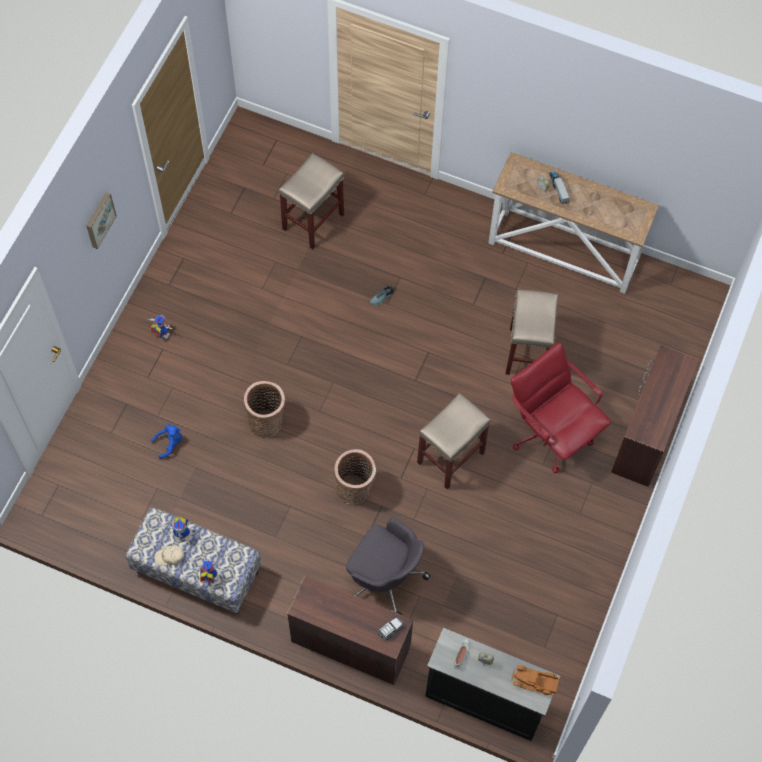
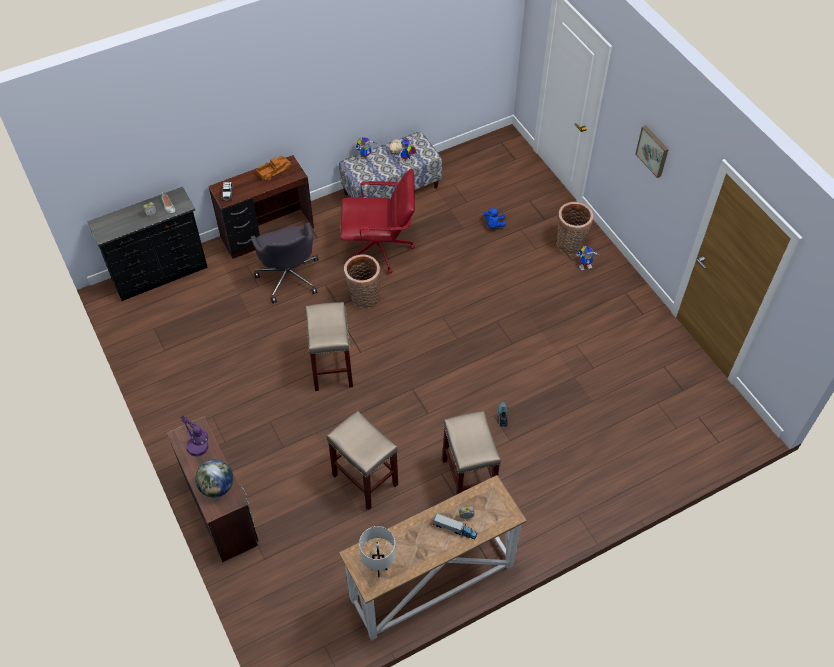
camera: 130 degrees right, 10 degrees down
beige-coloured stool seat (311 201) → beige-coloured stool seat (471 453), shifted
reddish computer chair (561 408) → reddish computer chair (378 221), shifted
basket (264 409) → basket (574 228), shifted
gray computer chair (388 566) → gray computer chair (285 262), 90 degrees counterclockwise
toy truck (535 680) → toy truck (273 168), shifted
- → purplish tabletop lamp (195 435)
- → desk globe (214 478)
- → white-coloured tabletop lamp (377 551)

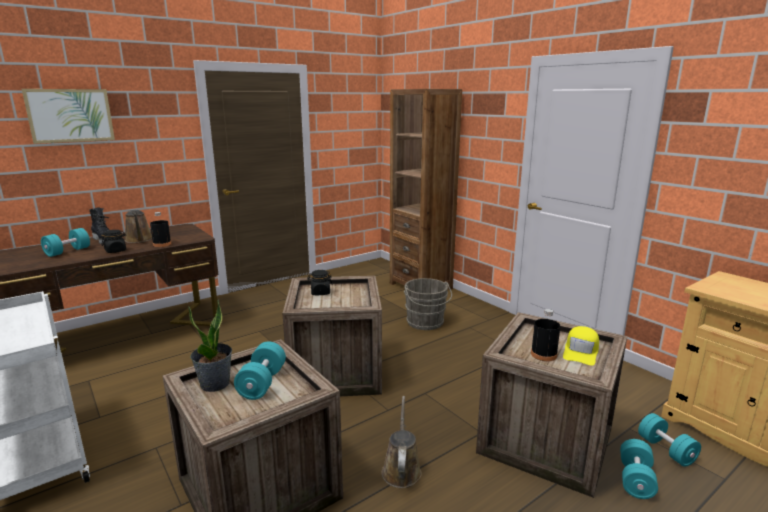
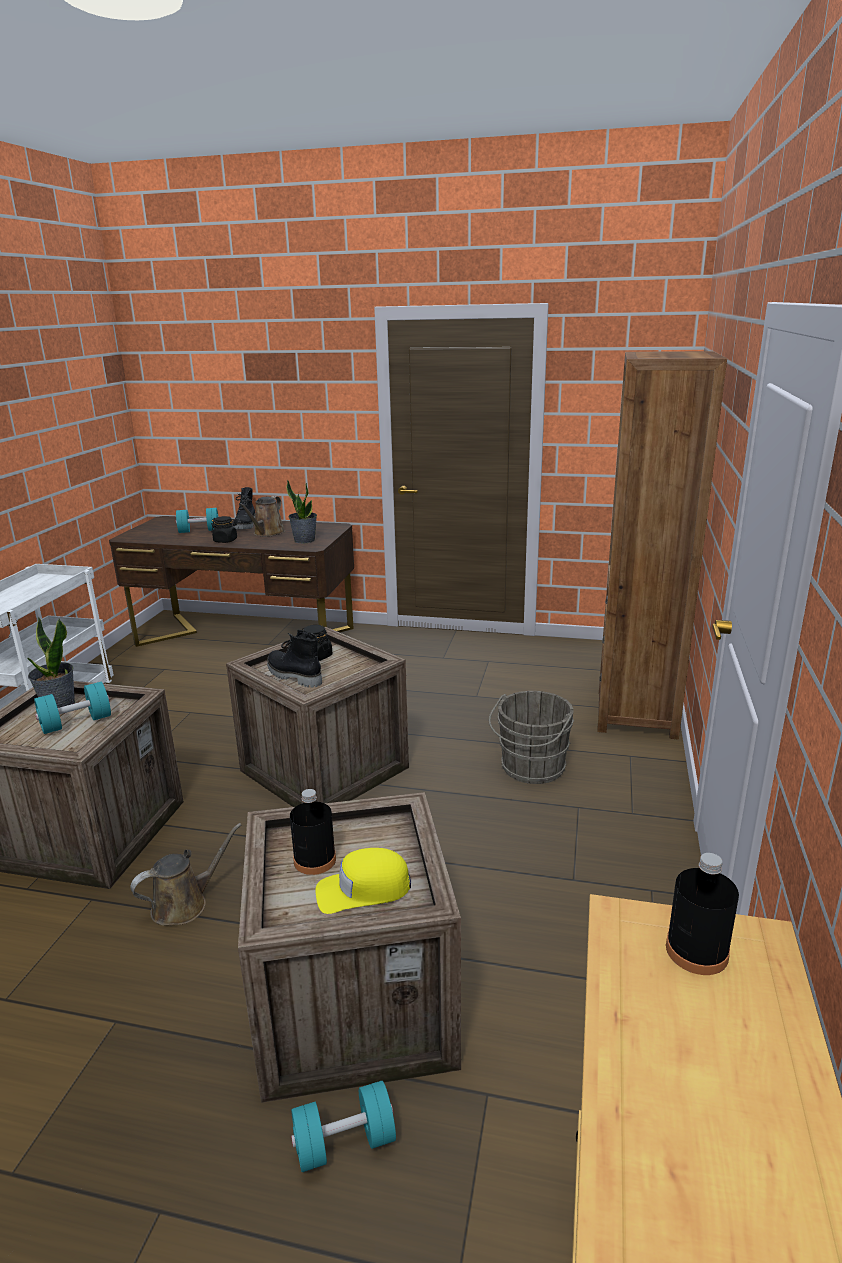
camera: 50 degrees right, 5 degrees up
picture (68 116) → -
black drink bottle (161 229) → black drink bottle (702 914), shifted
turquoise hand weight (669 440) → -
- → plant in a pot (301 511)
- → black boot (294 659)

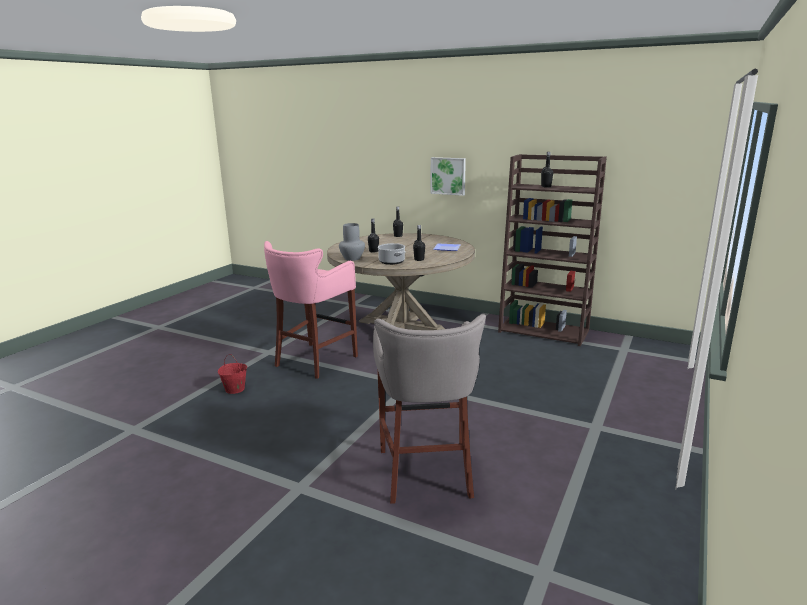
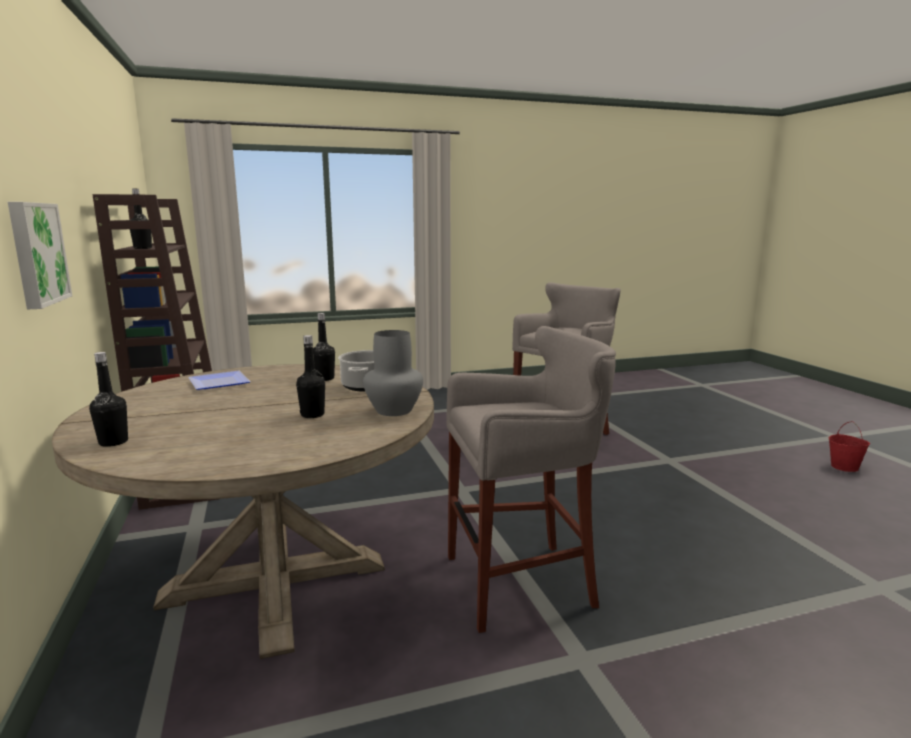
camera: 135 degrees left, 5 degrees down
pink stool seat (311 310) → gray stool seat (531 479)
reddish bucket (232 374) → reddish bucket (849 446), shifted

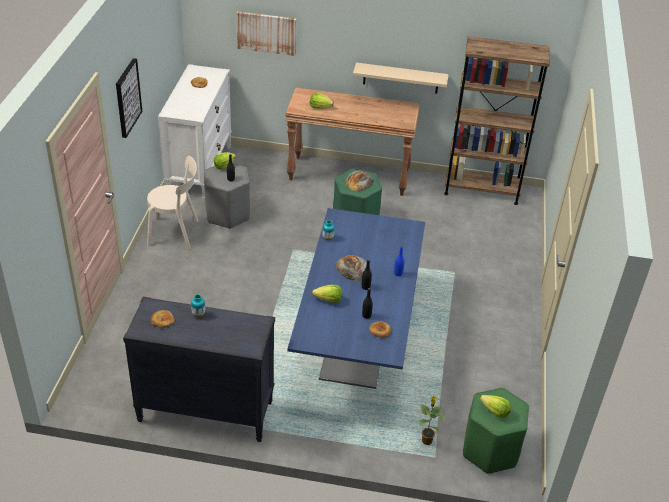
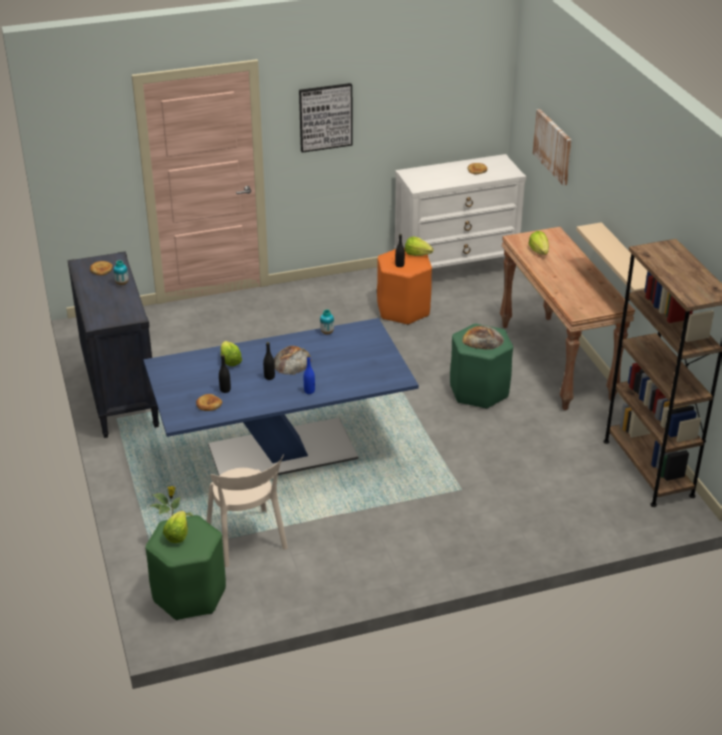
camera: 65 degrees right, 5 degrees down
beige-coloured upright chair (172 202) → beige-coloured upright chair (247 510), shifted
gray stool seat (227 196) → orangey stool seat (404 286)

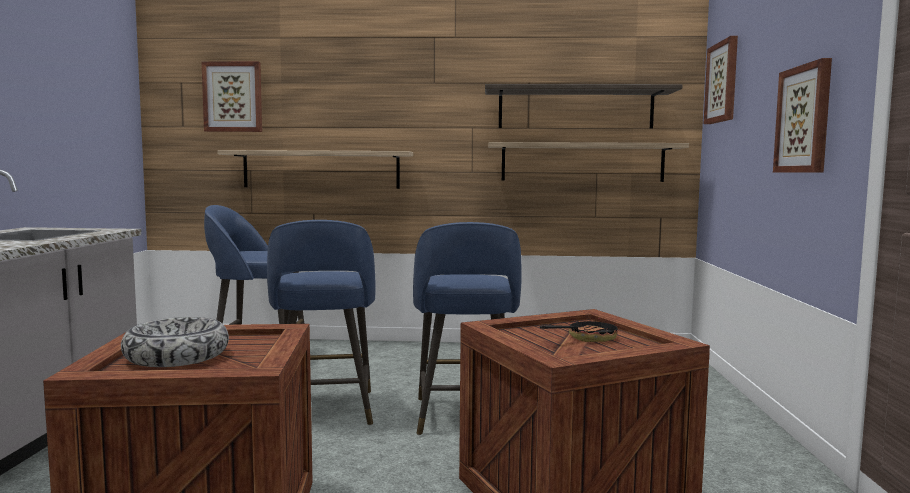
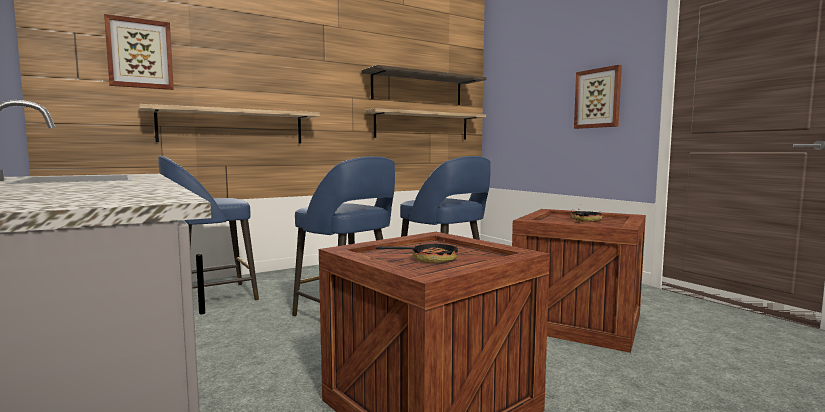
camera: 35 degrees left, 0 degrees up
picture (720 80) → -
serving bowl (175 342) → skillet (417 251)

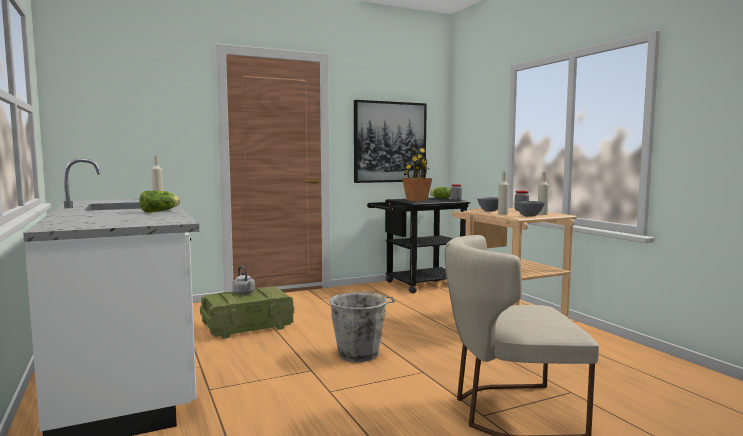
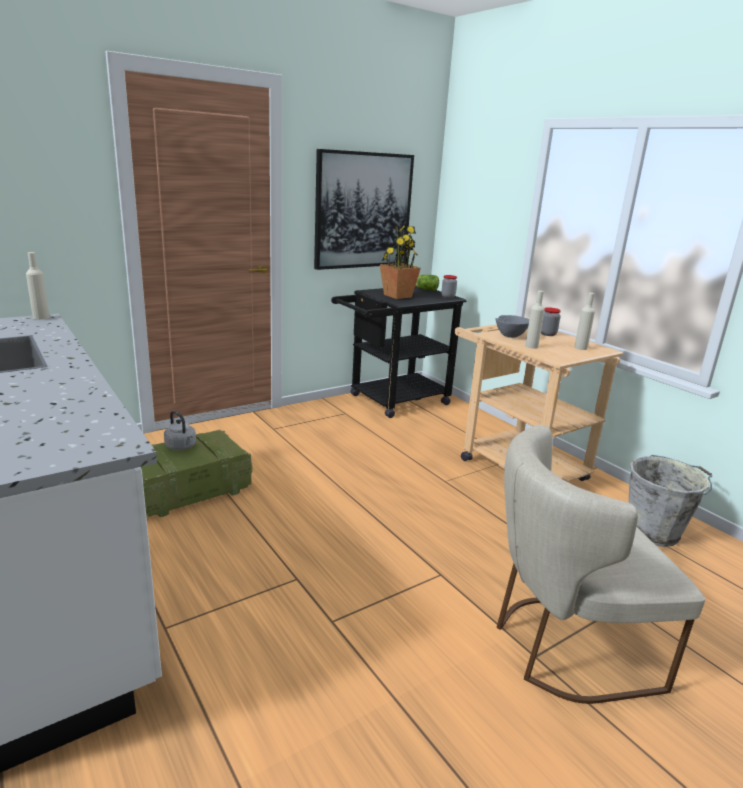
camera: 10 degrees left, 15 degrees up
lettuce head (159 201) → -
gray serving bowl (530 209) → -
gray bucket (362 327) → gray bucket (670 501), shifted

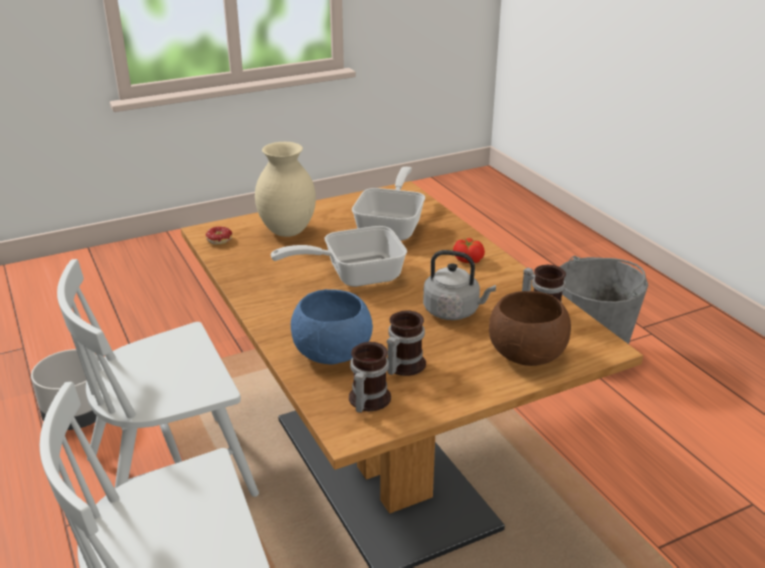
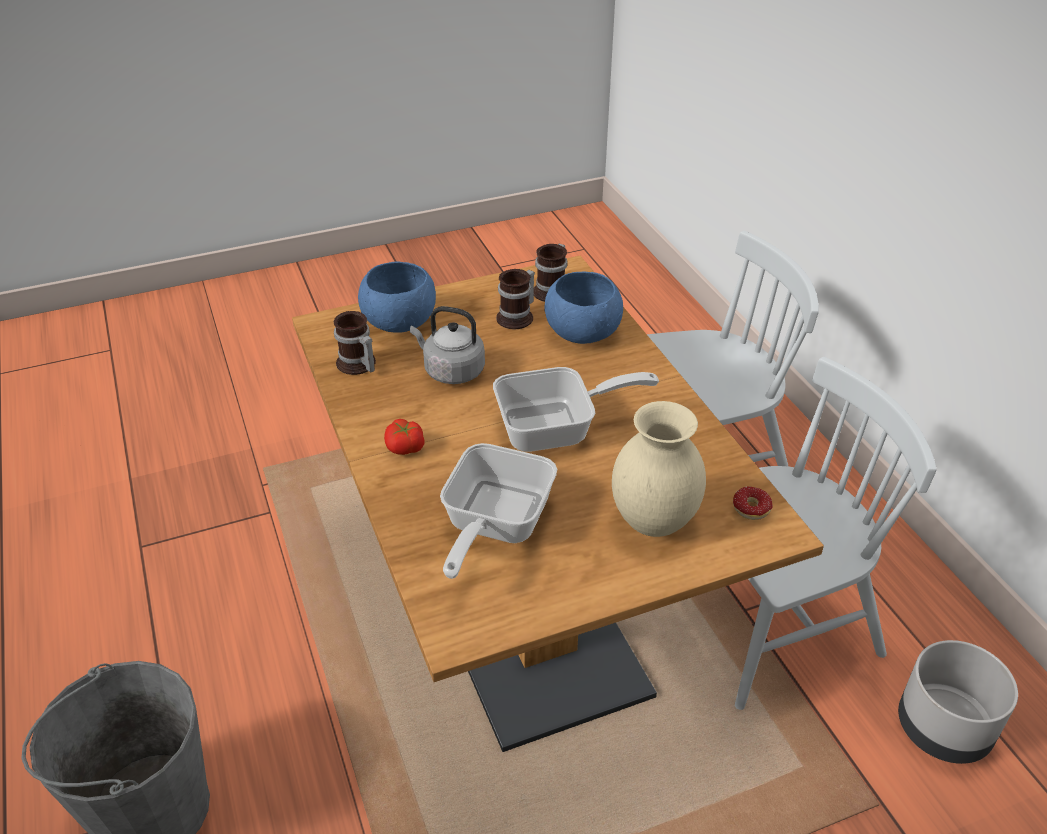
camera: 175 degrees left, 10 degrees up
brown-coloured serving bowl (530 328) → blue serving bowl (397 296)

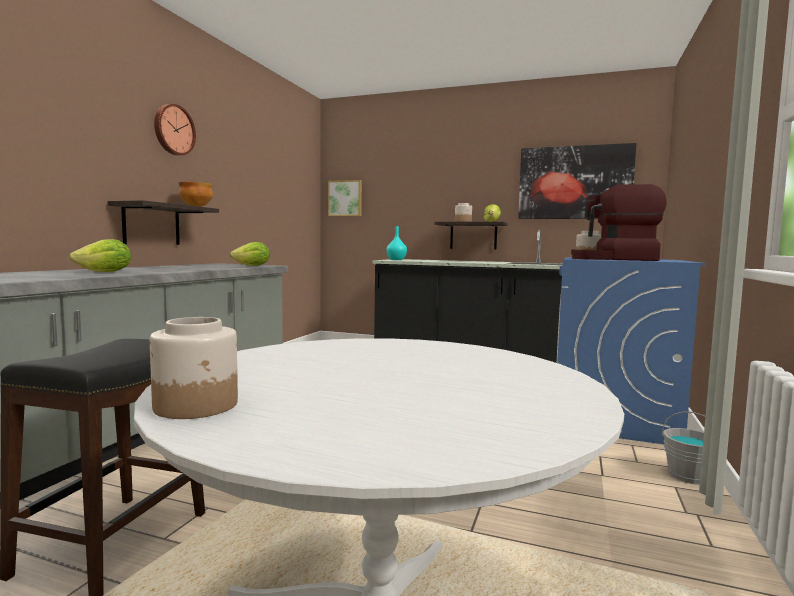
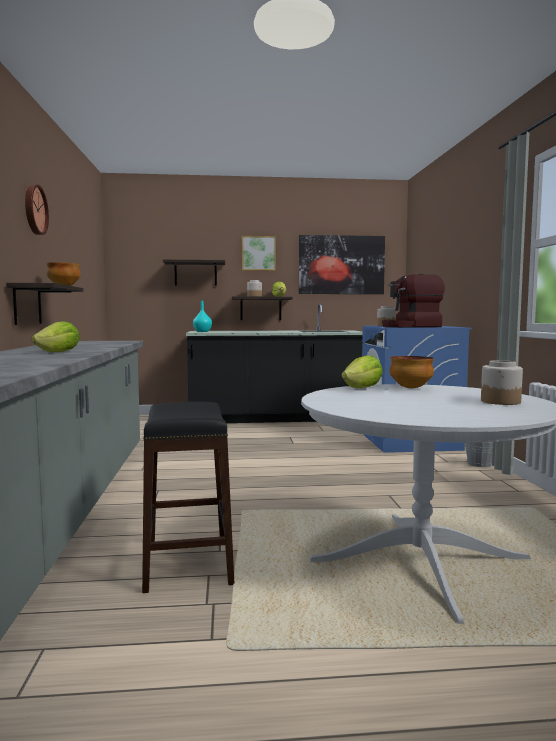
camera: 25 degrees left, 0 degrees up
picture (345 198) → picture (259 253), shifted
lettuce head (250 254) → lettuce head (362 371), shifted
jar (194 368) → jar (502 382), shifted
- → wall shelf (194 273)
- → serving bowl (412 372)

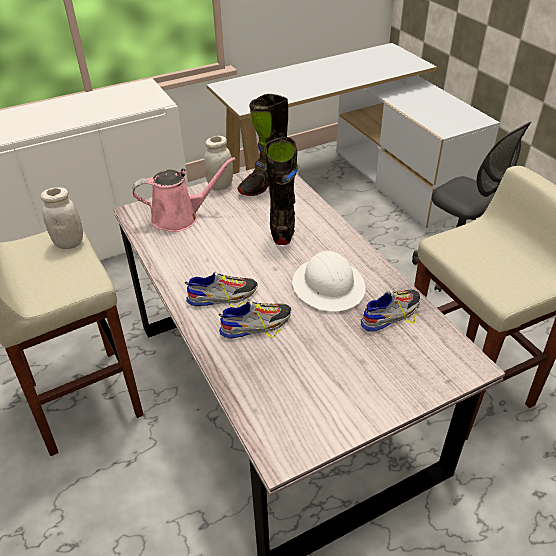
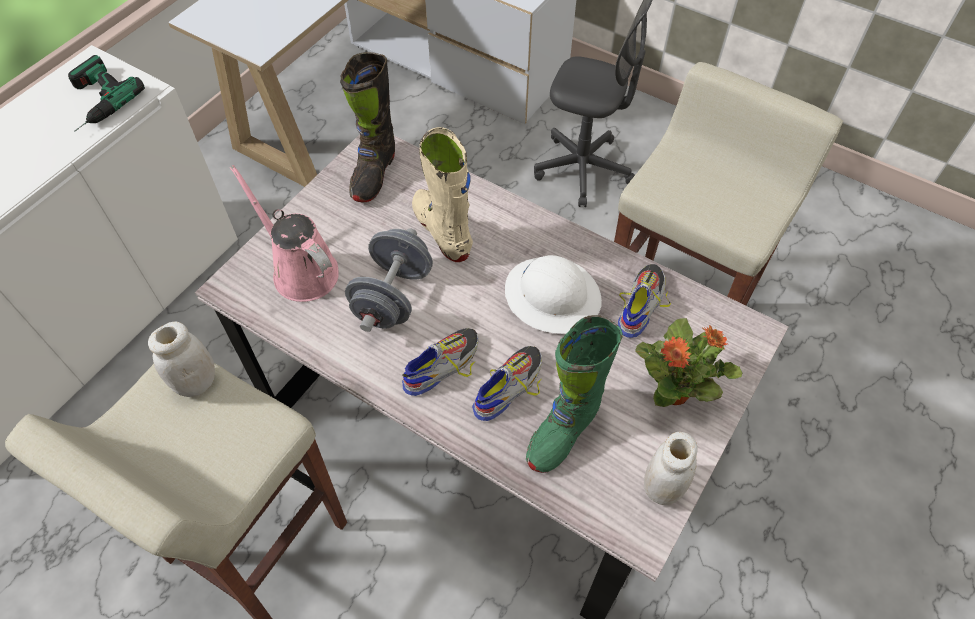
camera: 30 degrees left, 15 degrees up
white-coloured jar (218 163) → white-coloured jar (670 468), shifted
black boot (281 191) → beige-coloured boot (442 194)
pink watering pot (184 194) → pink watering pot (284 233), 90 degrees counterclockwise
- → power drill (106 93)
- → gray hand weight (389 280)
- → green boot (574 394)
- → plant in a pot (688 362)

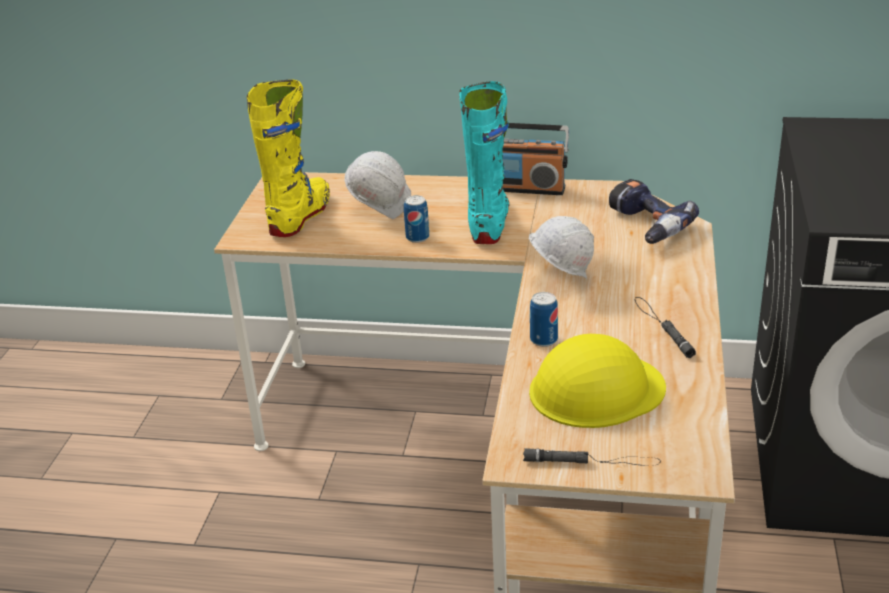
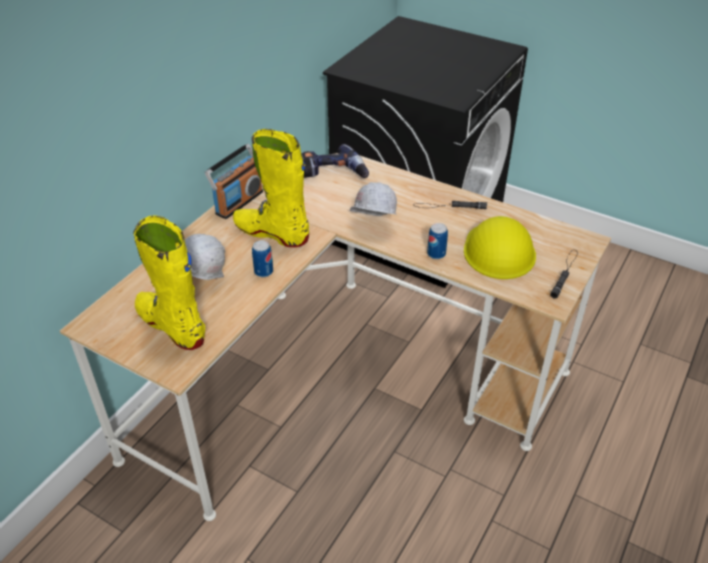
camera: 70 degrees left, 10 degrees up
turquoise boot (484 162) → yellowish boot (271 188)

